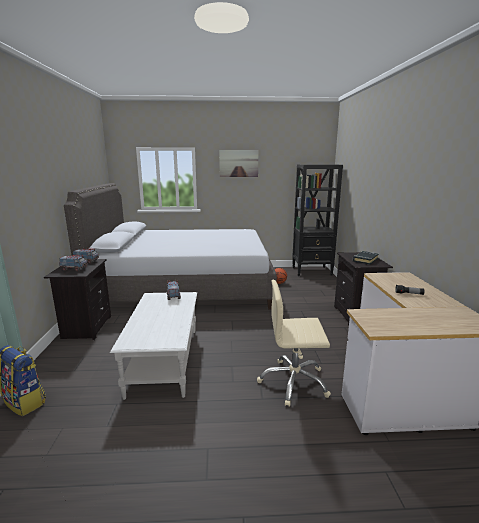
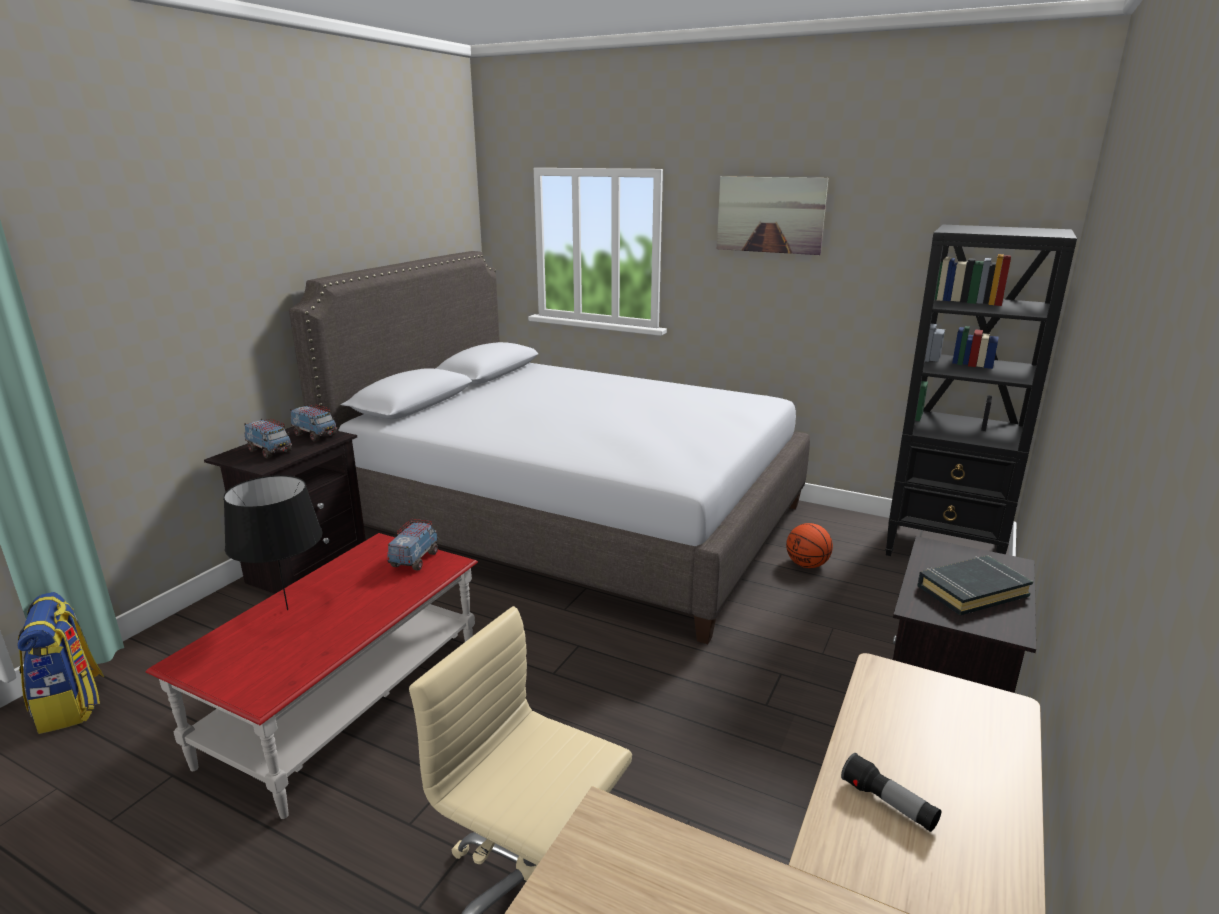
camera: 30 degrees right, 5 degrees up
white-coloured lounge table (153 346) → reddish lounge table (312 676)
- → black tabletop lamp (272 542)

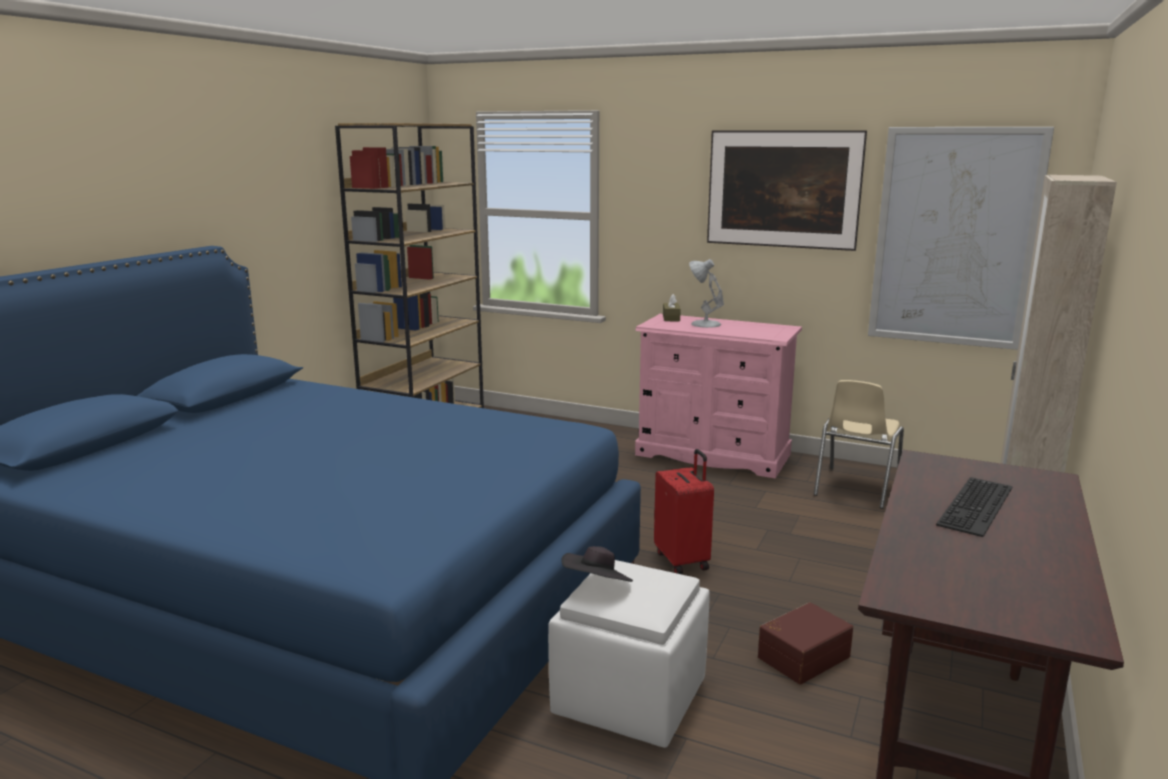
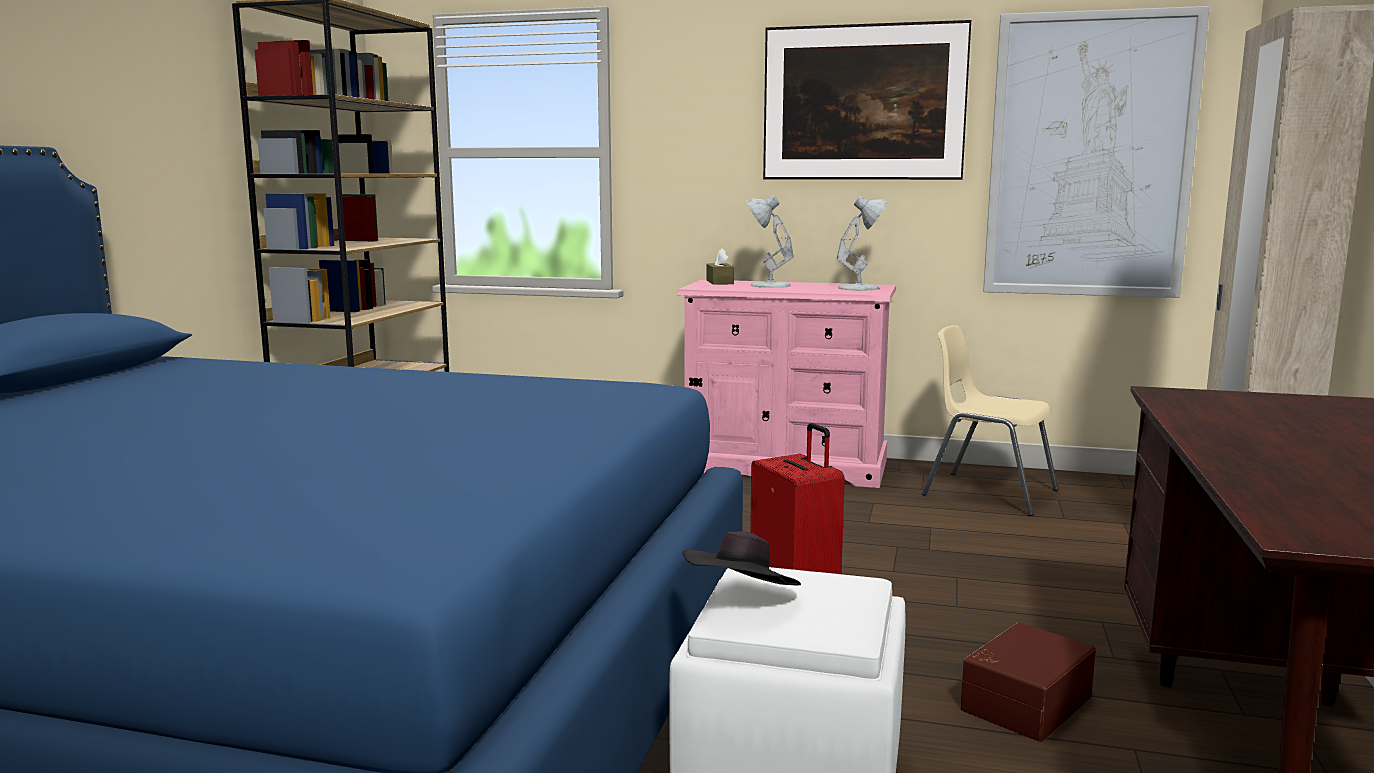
camera: 10 degrees left, 5 degrees down
beige-coloured upright chair (859 444) → beige-coloured upright chair (990 420), 105 degrees clockwise
computer keyboard (974 507) → -
- → white-coloured tabletop lamp (862 243)

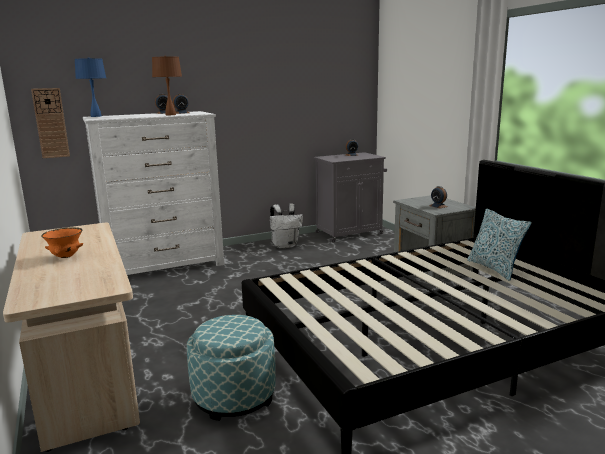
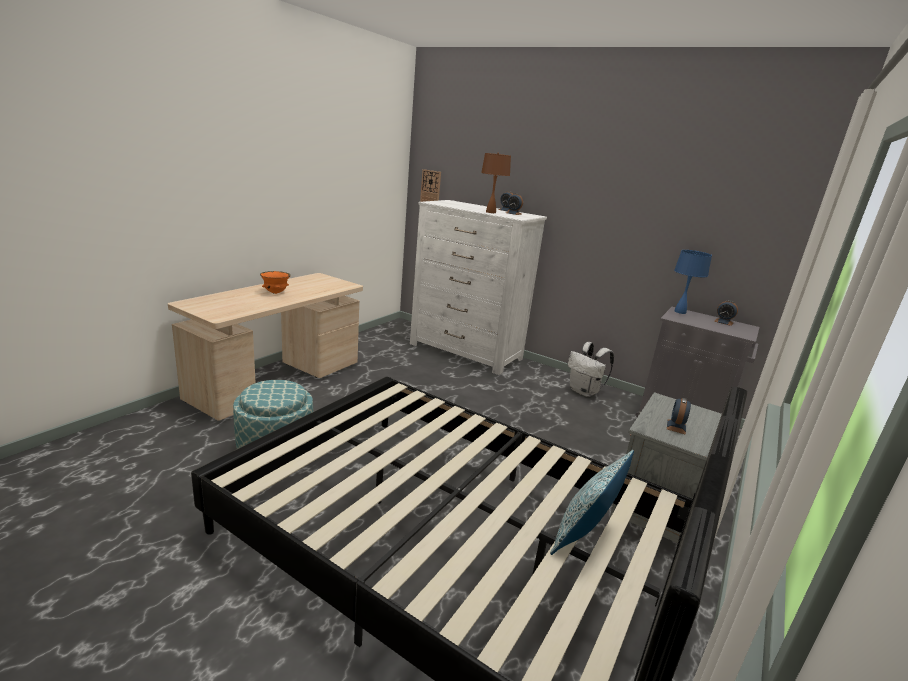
camera: 55 degrees right, 5 degrees up
blue tabletop lamp (90 87) → blue tabletop lamp (693 282), shifted

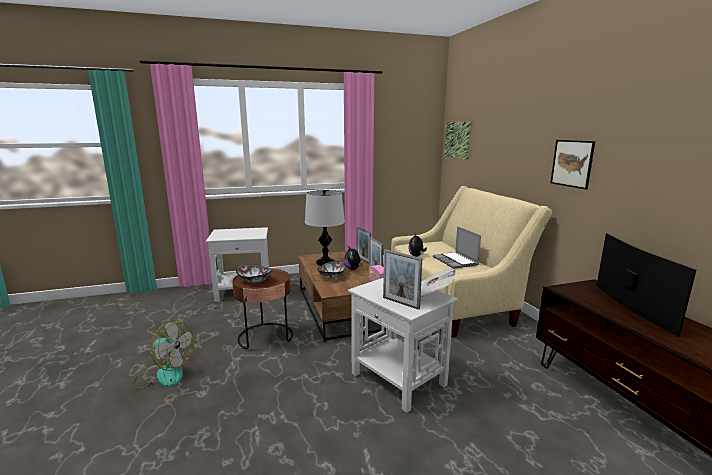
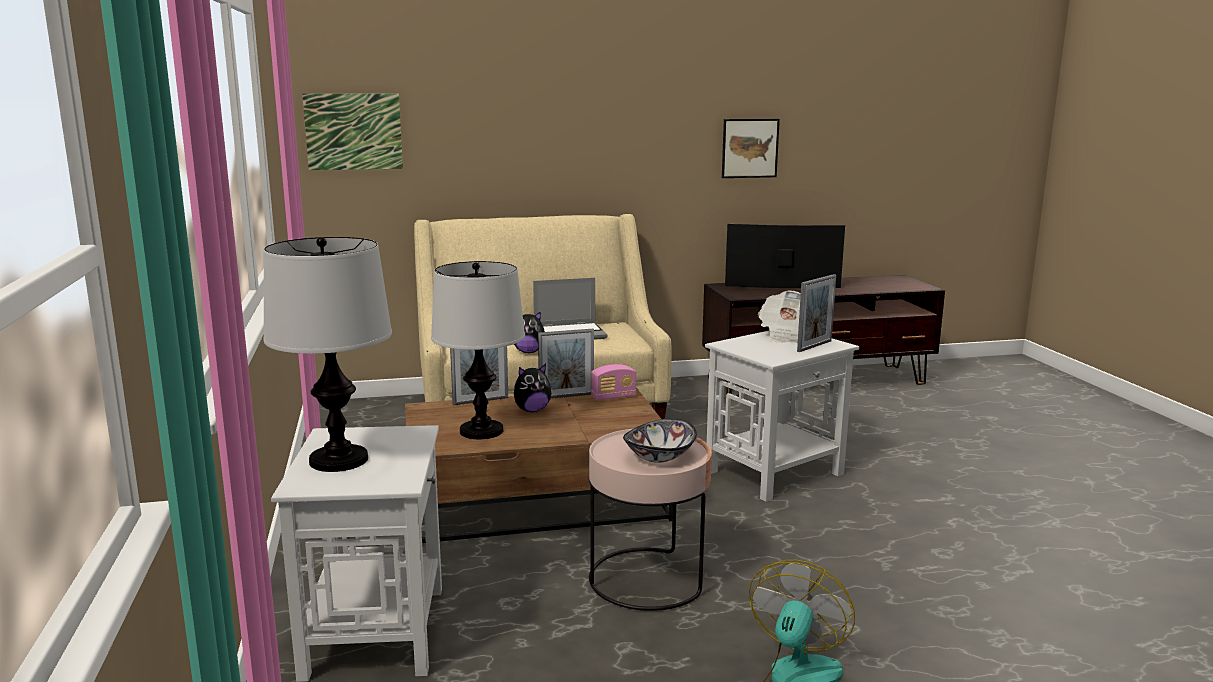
camera: 85 degrees left, 0 degrees up
picture (572 164) → picture (751 148), shifted
serving bowl (331 270) → -
brown-coloured end table (262 308) → pink end table (650 520)
- → tabletop lamp (327 354)

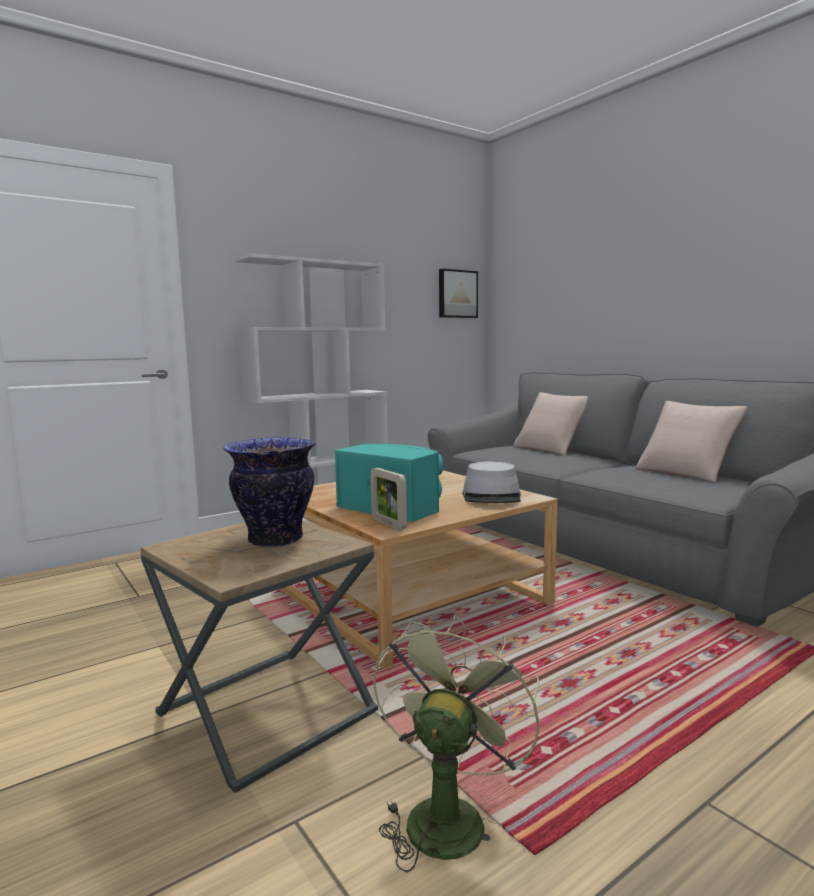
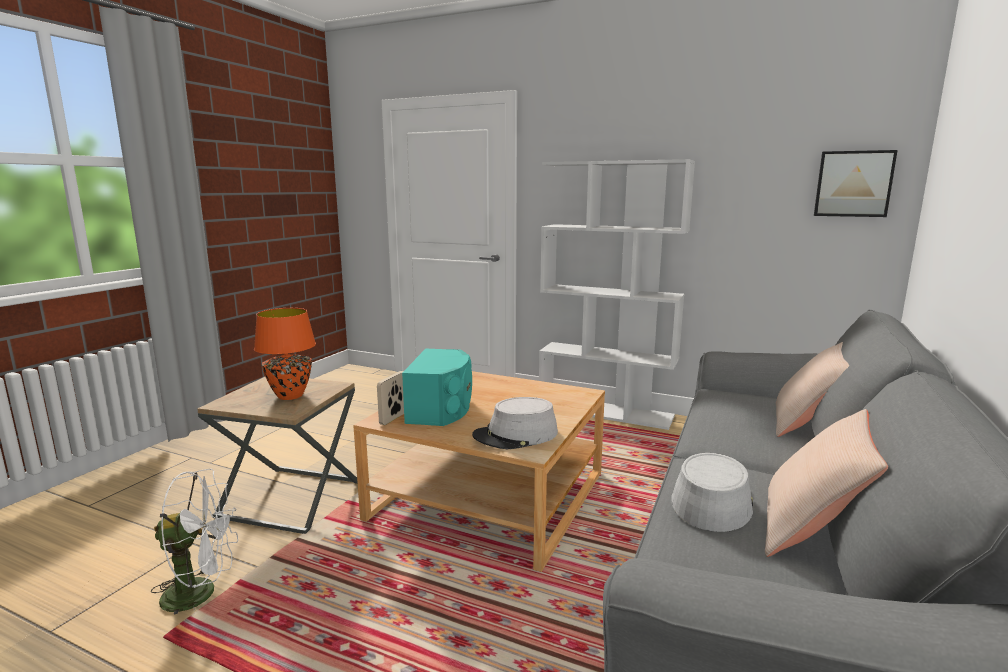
camera: 60 degrees right, 5 degrees up
flower vase (269 493) → orangey tabletop lamp (285 354)
green electric fan (456 743) → white-coloured electric fan (194 542)
- → gray clothing hat (712 492)

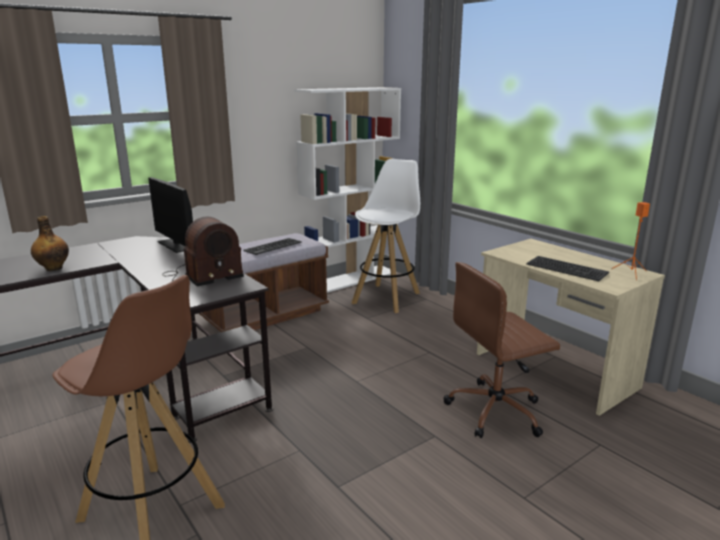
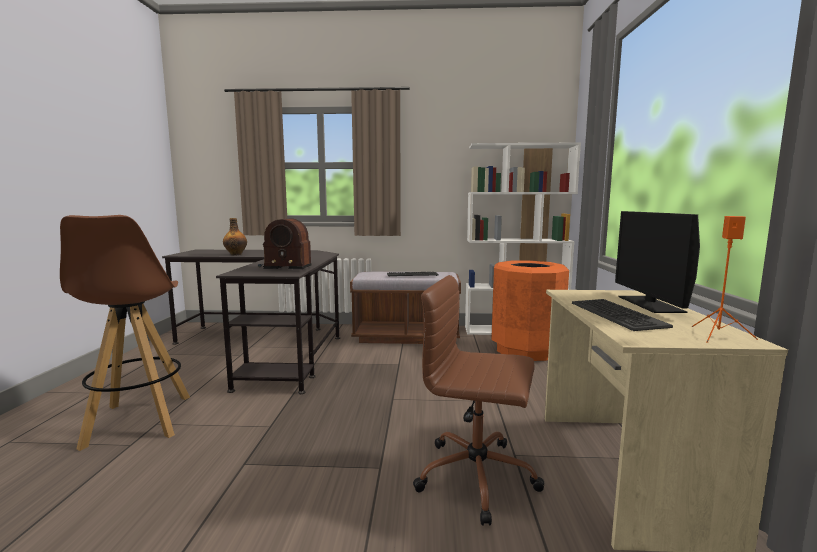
camera: 40 degrees right, 10 degrees down
white-coloured stool seat (385 236) → orangey rubbish bin (530 310)
computer screen (170 215) → computer screen (657 262), shifted

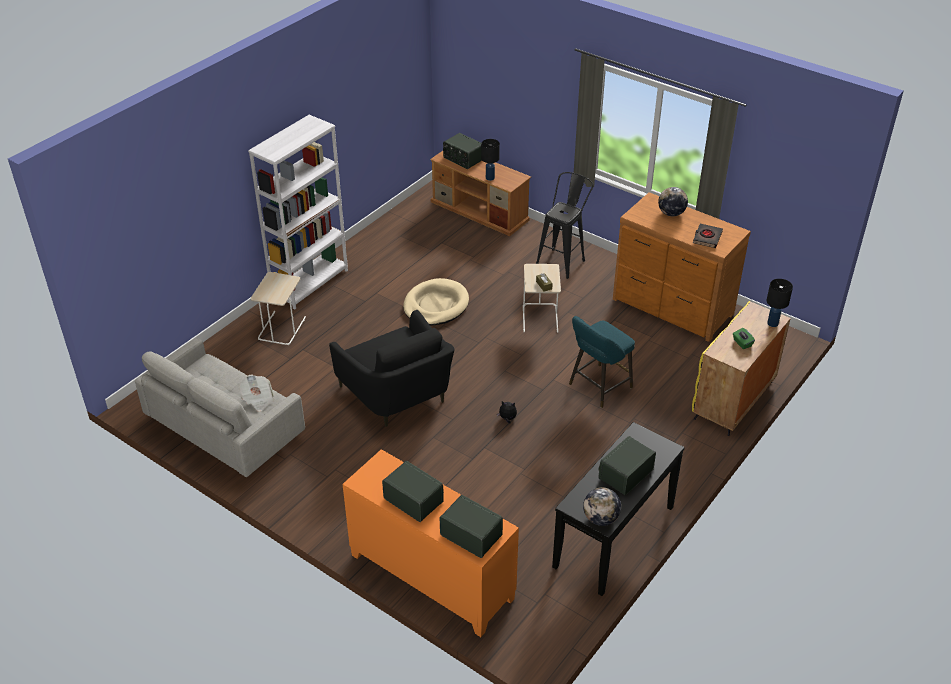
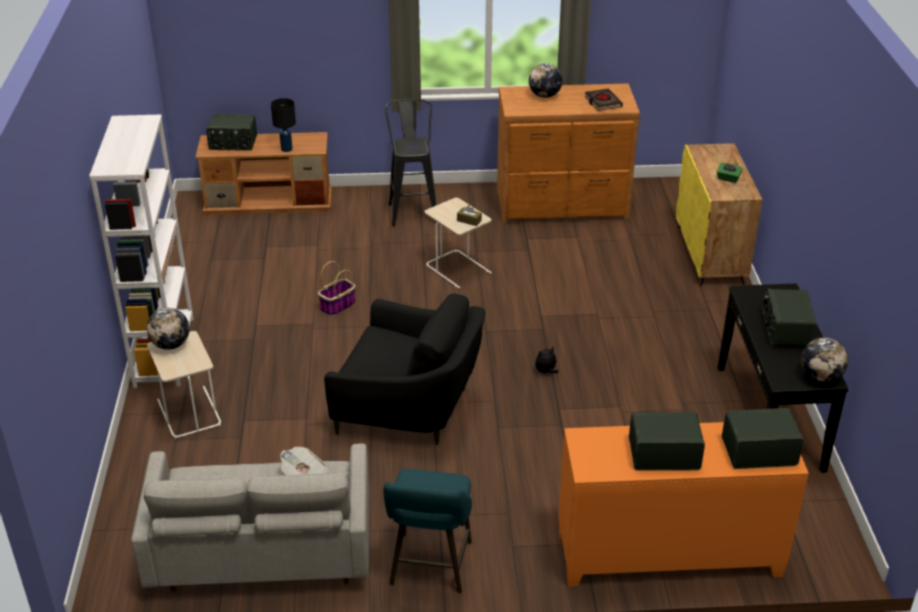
camera: 40 degrees left, 5 degrees down
beige-coloured dog cushion (436 302) → basket (336 288)
black tabletop lamp (779 303) → -
turquoise stool seat (602 362) → turquoise stool seat (427 531), shifted
- → desk globe (168 329)

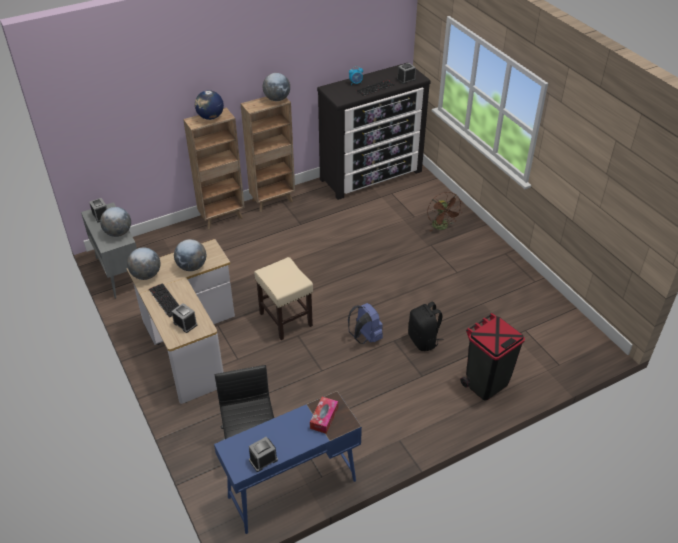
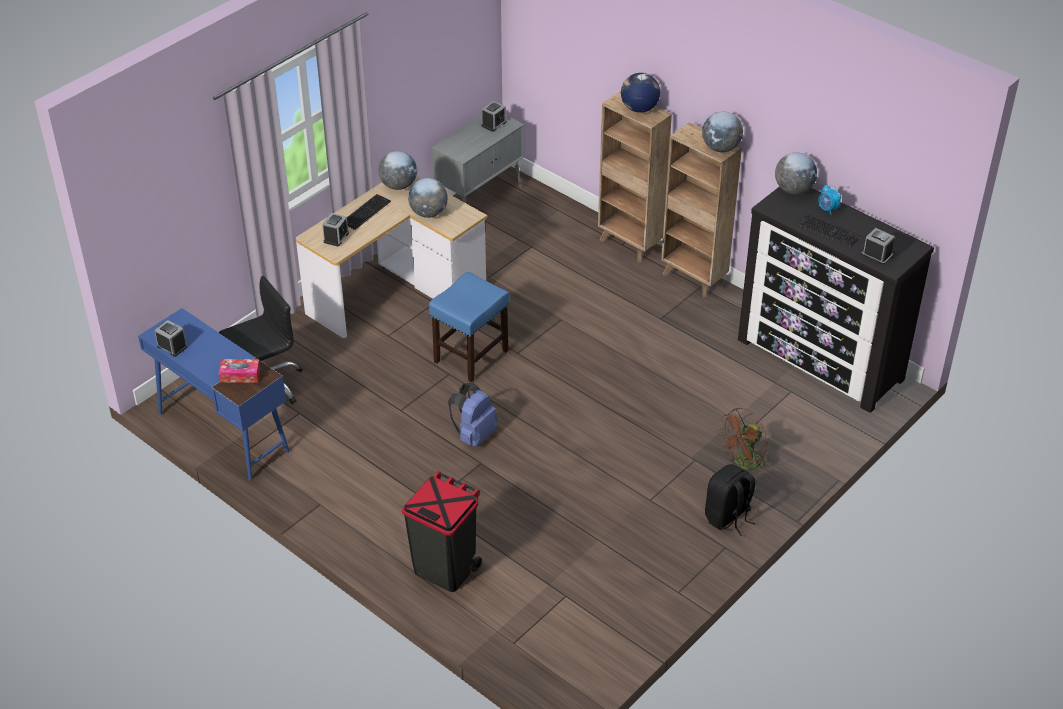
camera: 70 degrees right, 0 degrees up
desk globe (115 222) → desk globe (796 173), shifted
beige-coloured stool seat (283 298) → blue stool seat (469 327)
black knapsack (426 326) → black knapsack (730 500), shifted

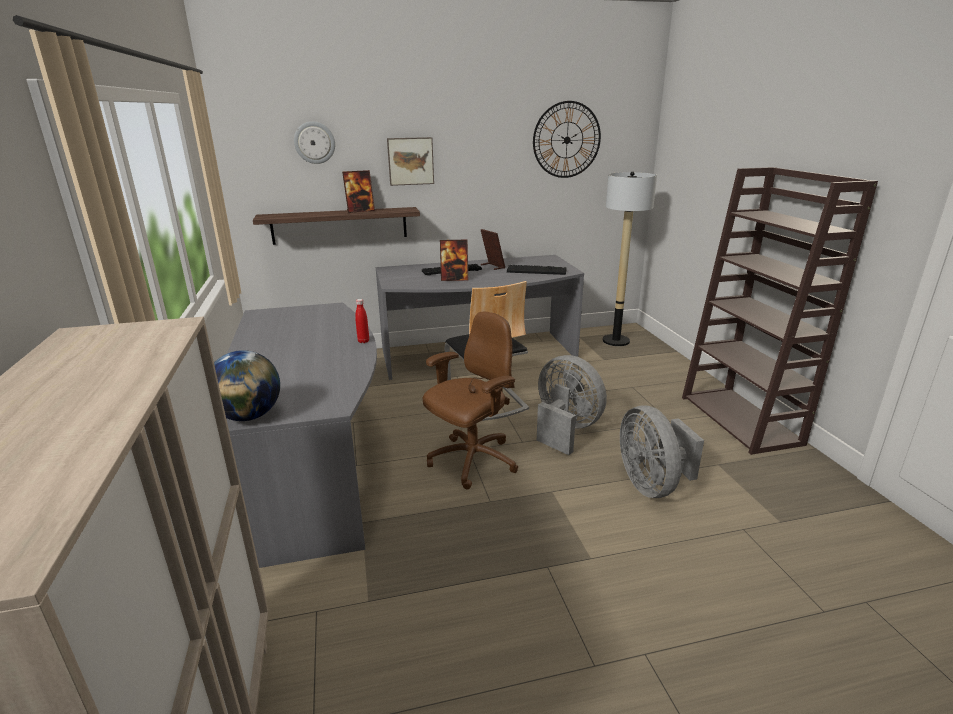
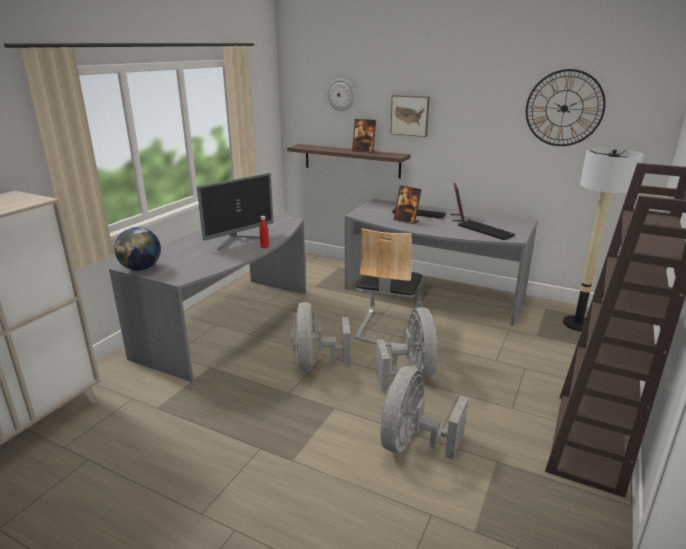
camera: 40 degrees right, 0 degrees up
brown-coloured computer chair (470 400) → gray electric fan (320 336)
- → computer screen (235 212)

